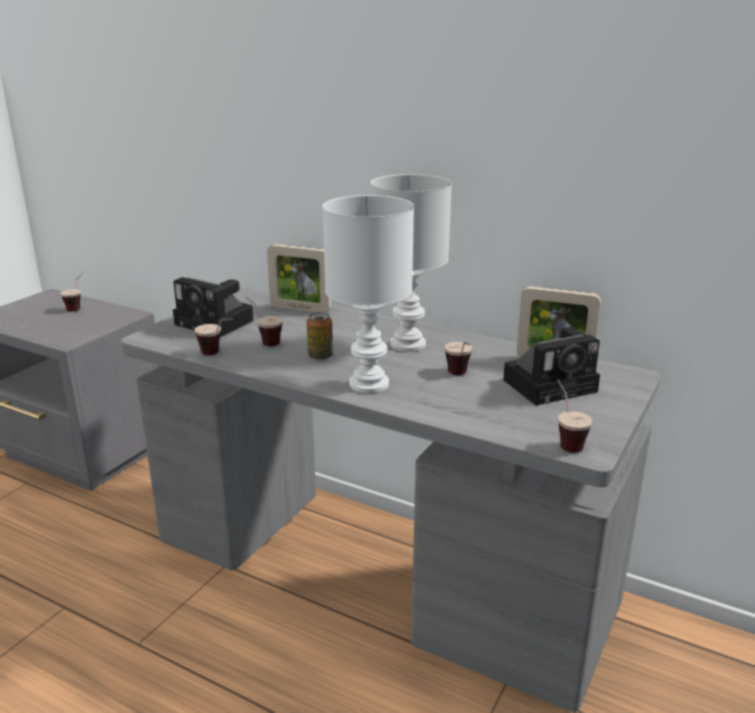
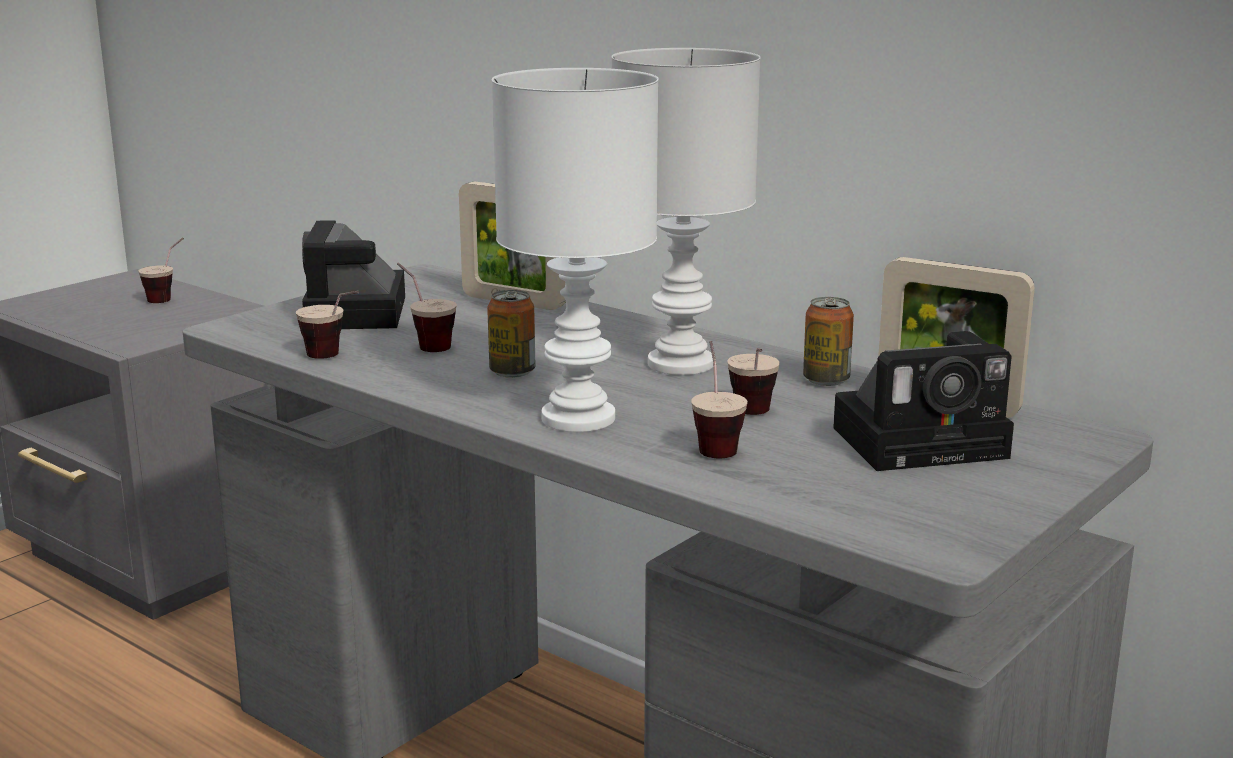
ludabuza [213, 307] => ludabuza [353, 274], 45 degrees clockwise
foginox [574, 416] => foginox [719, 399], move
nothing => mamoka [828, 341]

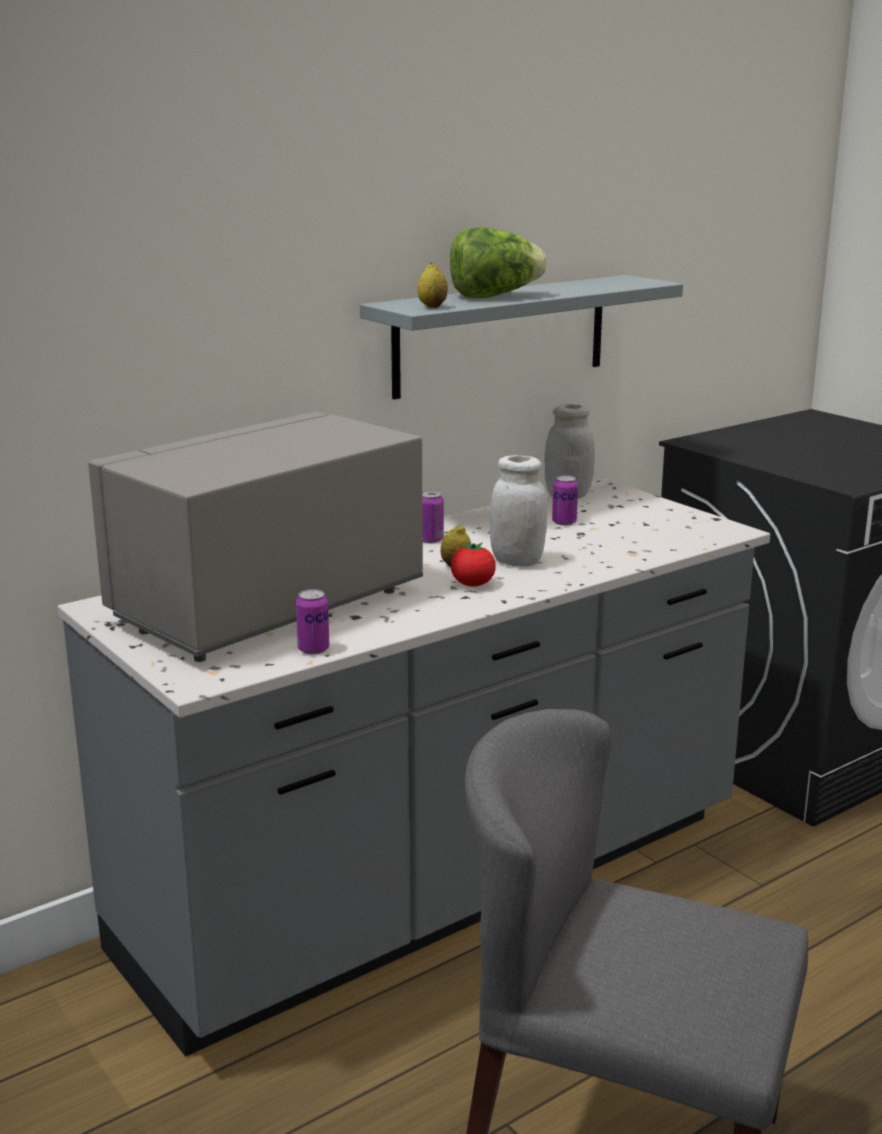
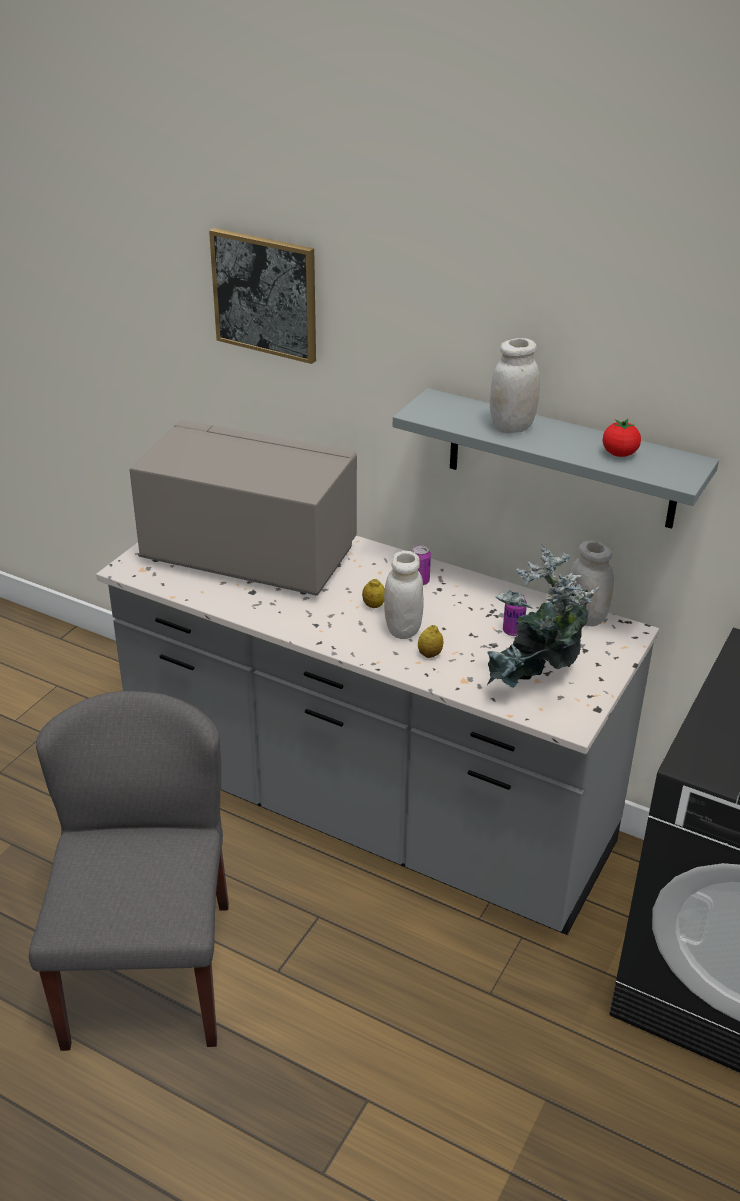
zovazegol [498, 262] => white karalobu [515, 385]
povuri [433, 285] => povuri [431, 641], move
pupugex [473, 564] => pupugex [622, 438], move
mamoka [312, 622] => nothing
nothing => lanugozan [262, 296]
nothing => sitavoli [543, 616]

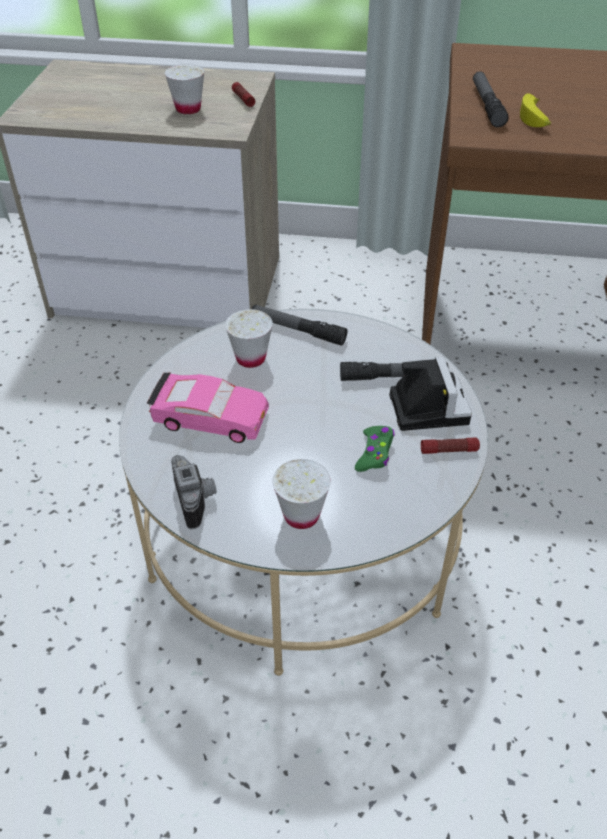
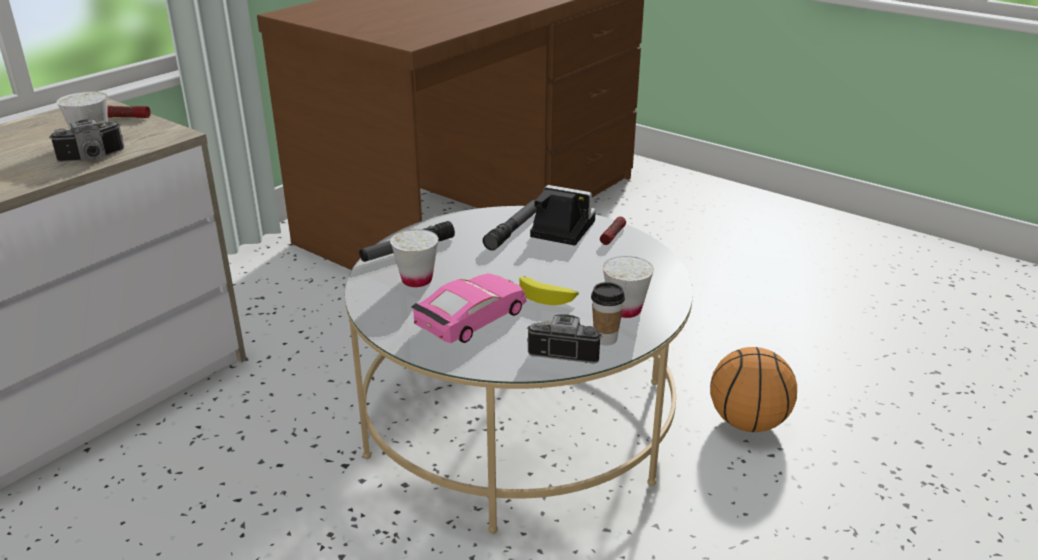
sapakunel [491, 99] => nothing
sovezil [535, 110] => sovezil [549, 290], move
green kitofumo [375, 449] => nothing
nothing => ludabuza [86, 140]
nothing => foginox [608, 313]
nothing => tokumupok [753, 389]

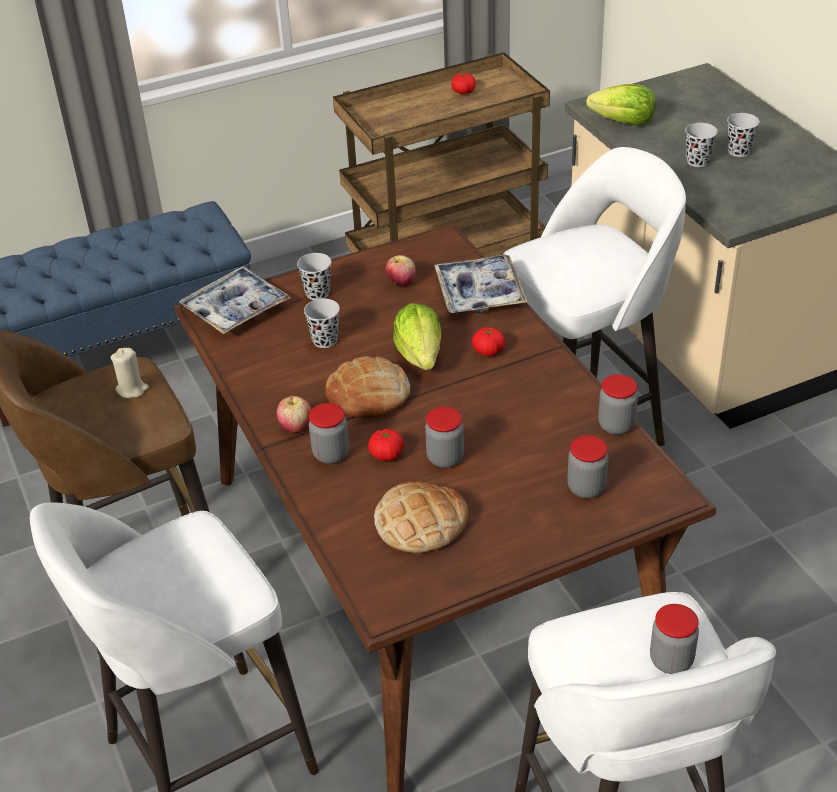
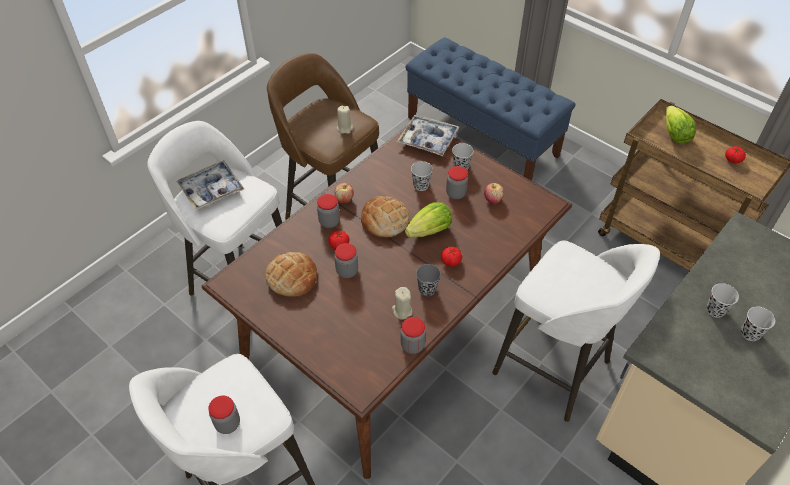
zovazegol [621, 105] => zovazegol [680, 125], move
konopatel [480, 283] => konopatel [210, 185], move
karalobu [588, 466] => karalobu [457, 182], move
nothing => grey foginox [428, 280]
nothing => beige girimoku [402, 303]

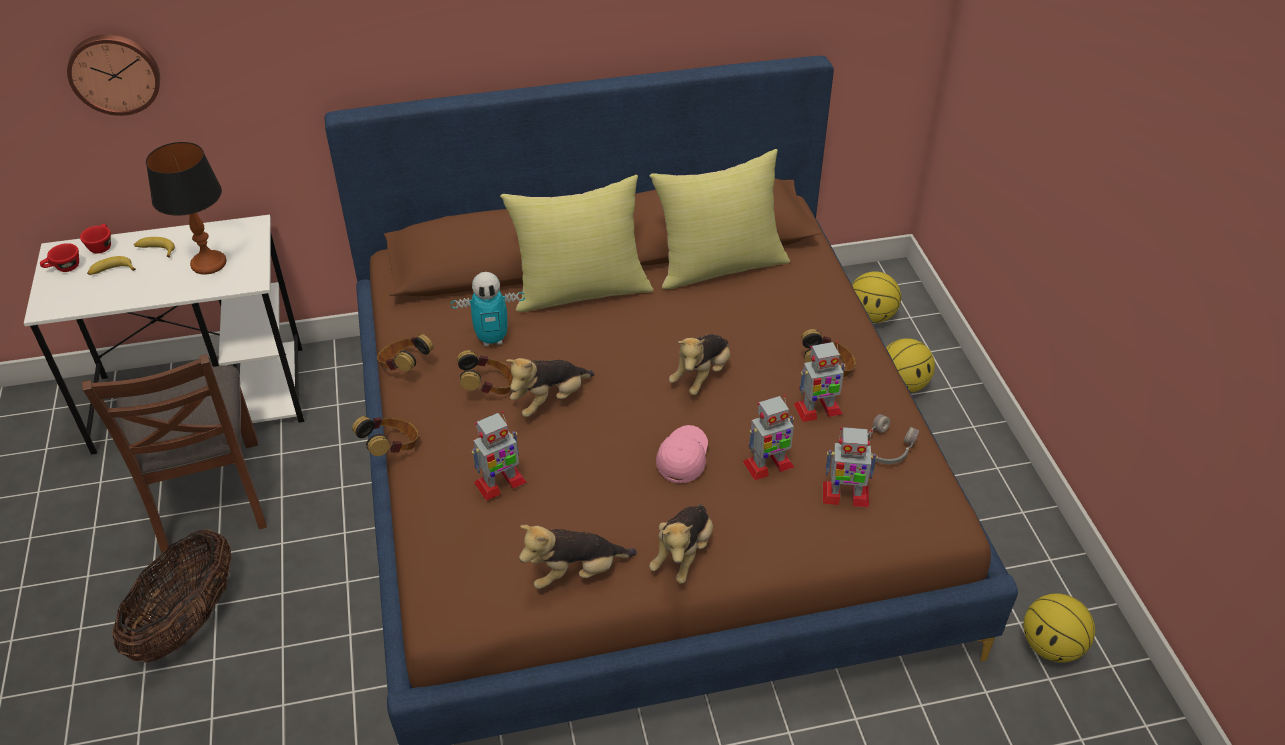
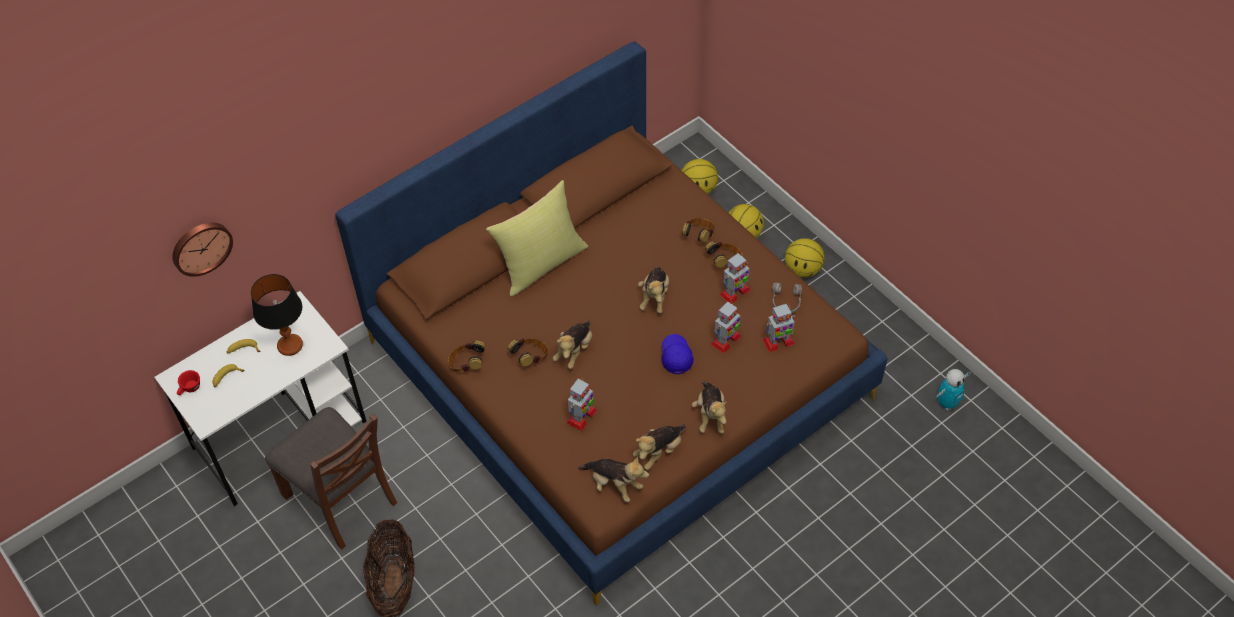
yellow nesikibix [720, 219] => nothing
red foginox [95, 238] => nothing
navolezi [488, 309] => navolezi [953, 390], move
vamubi [385, 436] => vamubi [698, 230], move
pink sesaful [682, 454] => blue sesaful [677, 354]
tokumupok [1059, 628] => tokumupok [805, 257], move
nothing => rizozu [613, 479]

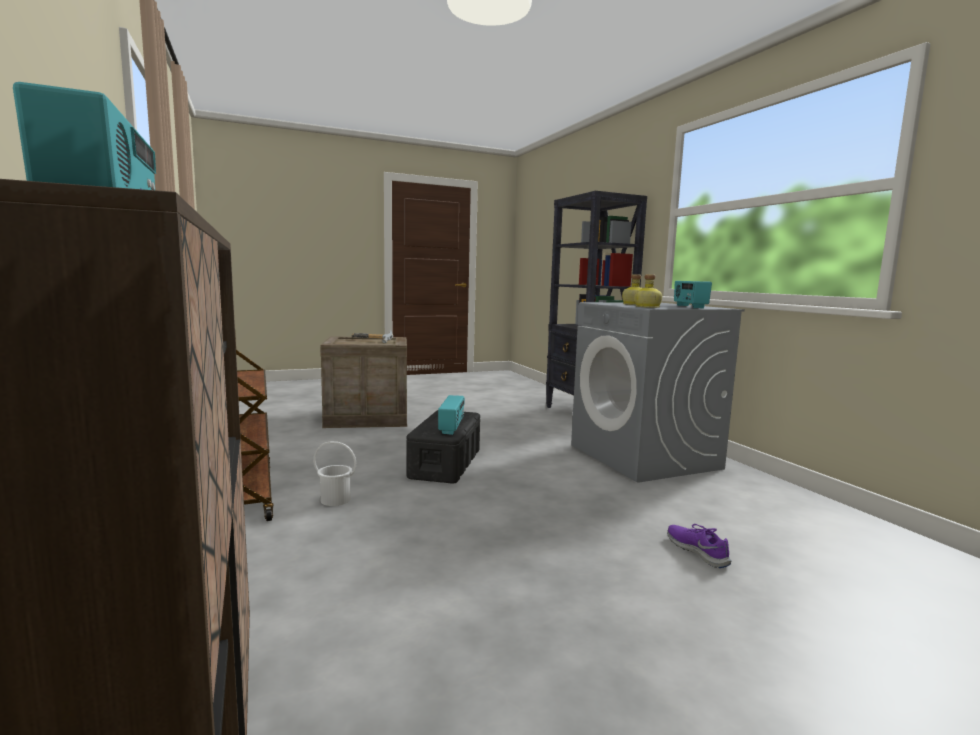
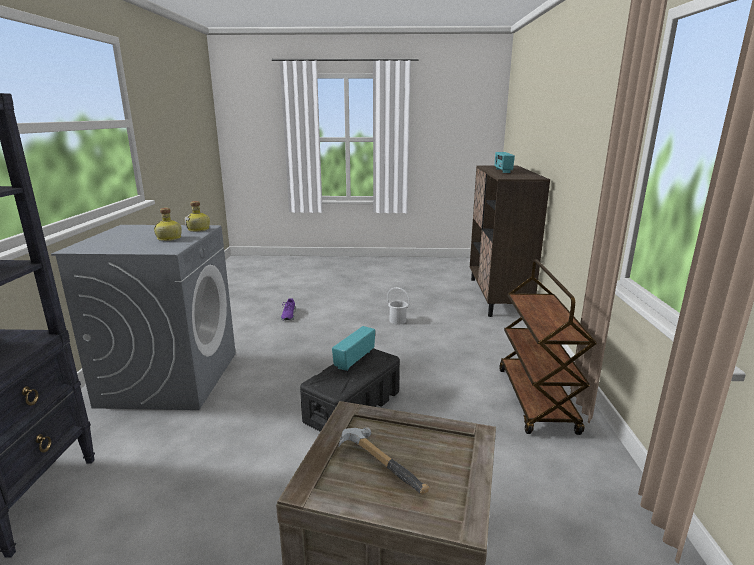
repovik [693, 294] => nothing
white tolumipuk [334, 473] => white tolumipuk [398, 305], move

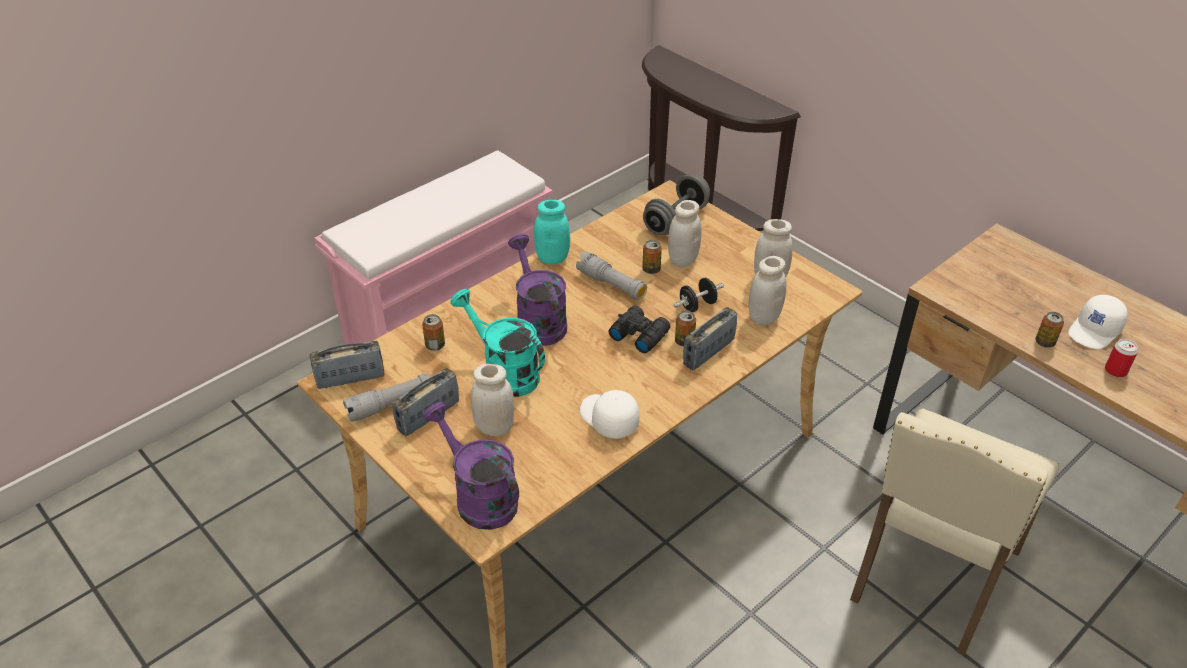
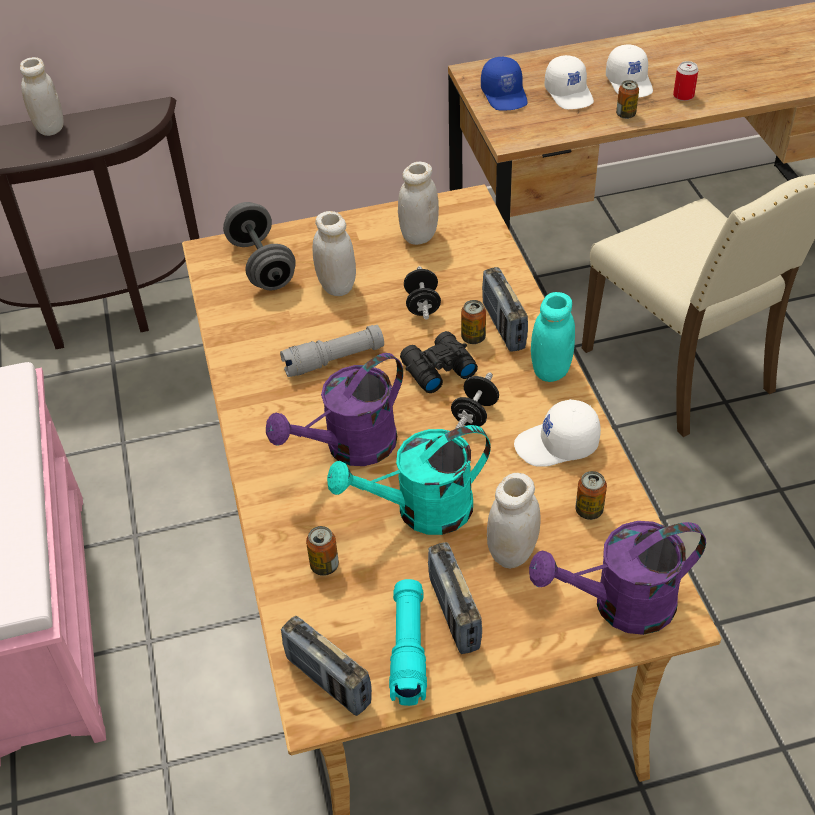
turquoise karalobu [552, 232] => turquoise karalobu [553, 337], move
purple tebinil [537, 290] => purple tebinil [334, 409], 45 degrees counterclockwise
mamoka [652, 257] => mamoka [591, 495], move
white karalobu [767, 290] => white karalobu [42, 96], move
repovik [347, 365] => repovik [326, 666], 60 degrees counterclockwise
grey sapakunel [386, 397] => turquoise sapakunel [408, 642]
nothing => white sesaful [569, 82]
nothing => blue sesaful [504, 84]
nothing => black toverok [475, 400]

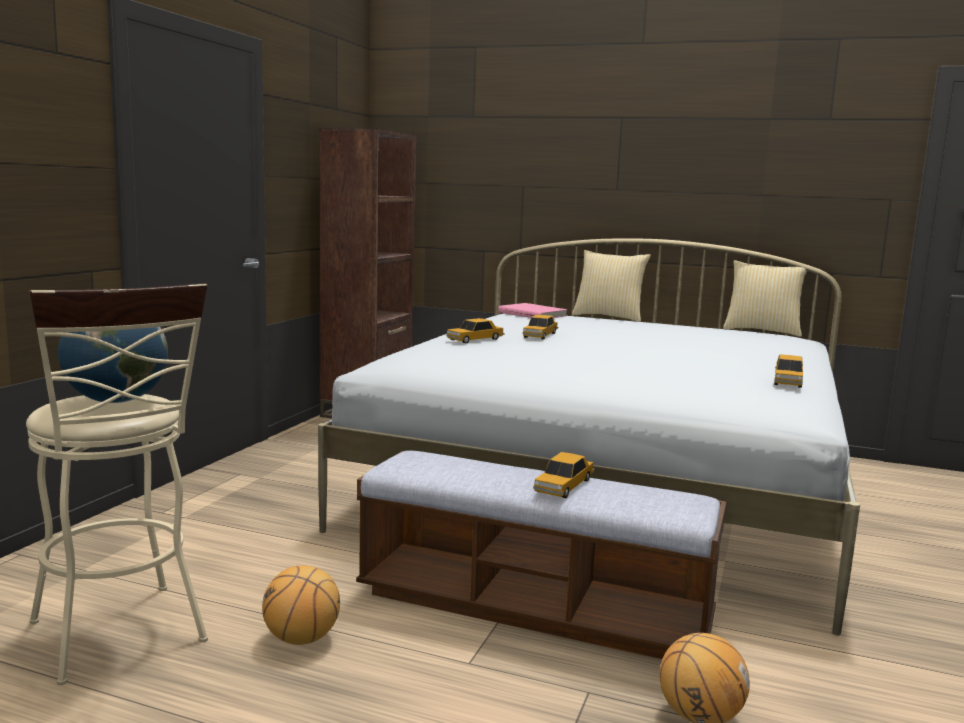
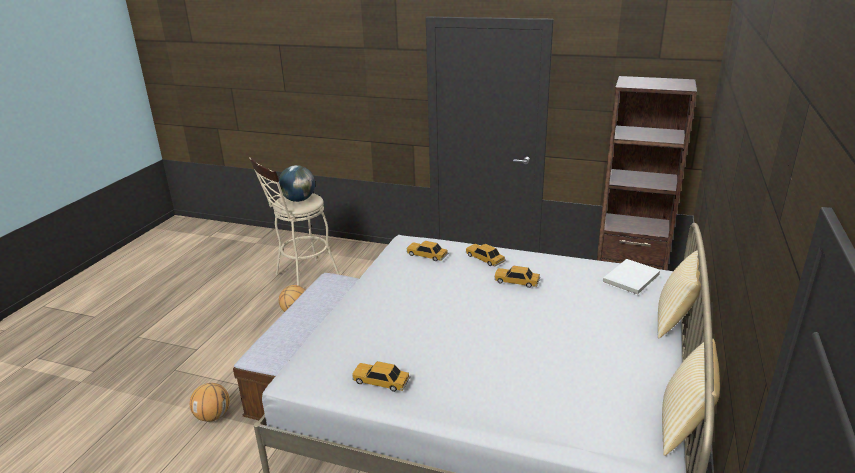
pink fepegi [532, 310] => white fepegi [631, 277]
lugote [564, 475] => lugote [427, 251], move

